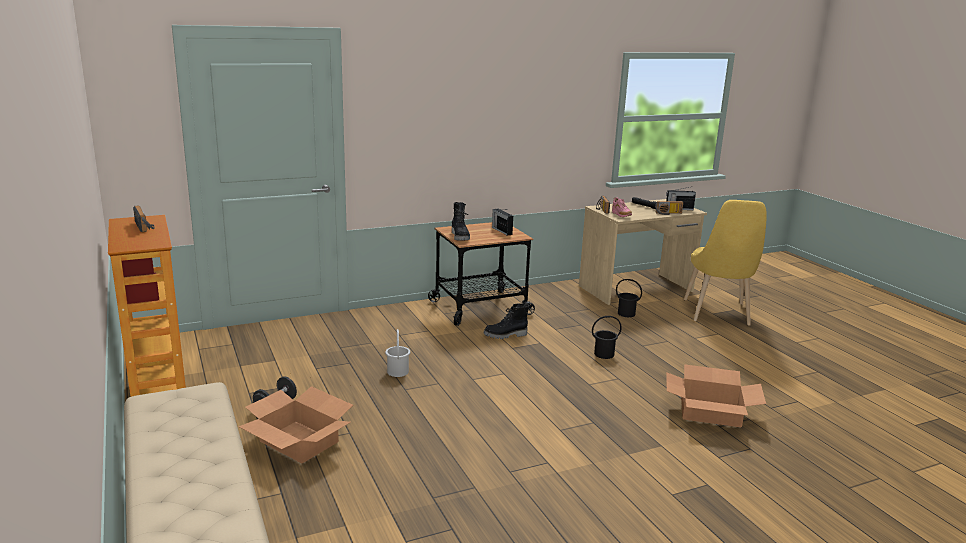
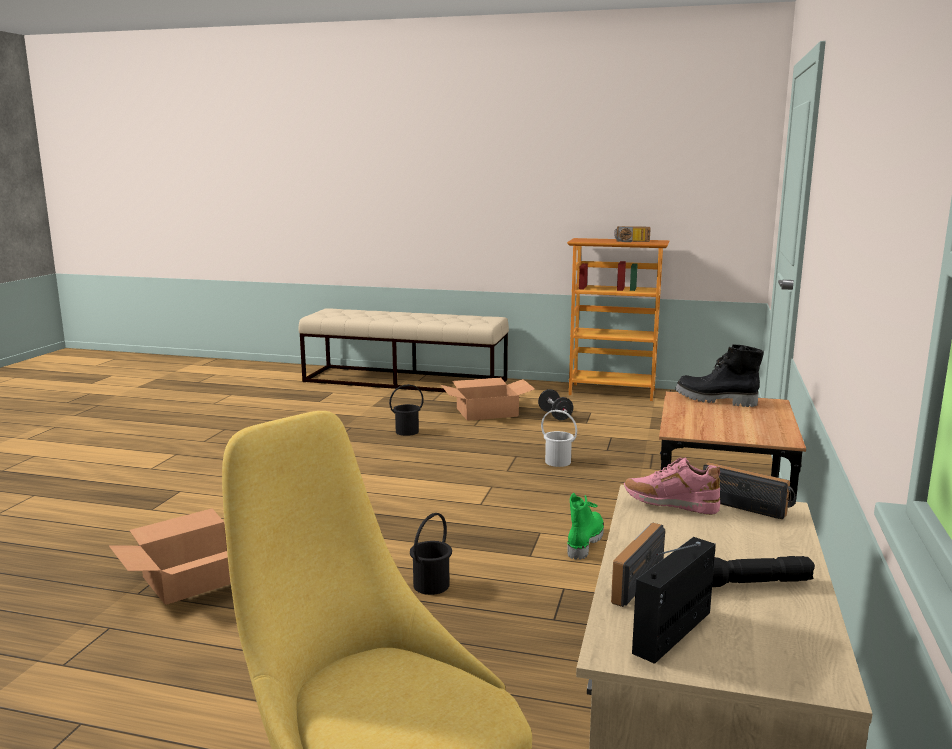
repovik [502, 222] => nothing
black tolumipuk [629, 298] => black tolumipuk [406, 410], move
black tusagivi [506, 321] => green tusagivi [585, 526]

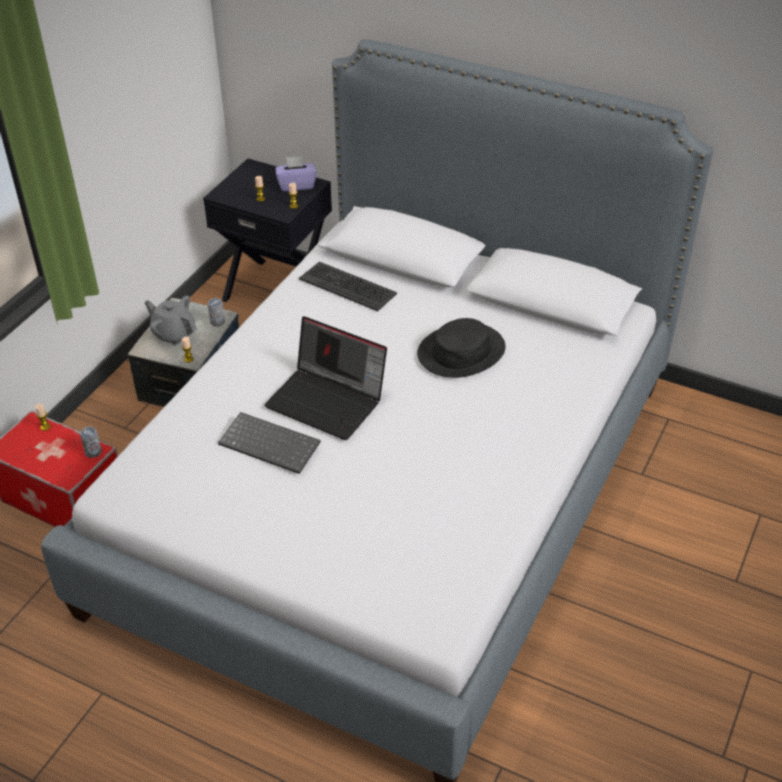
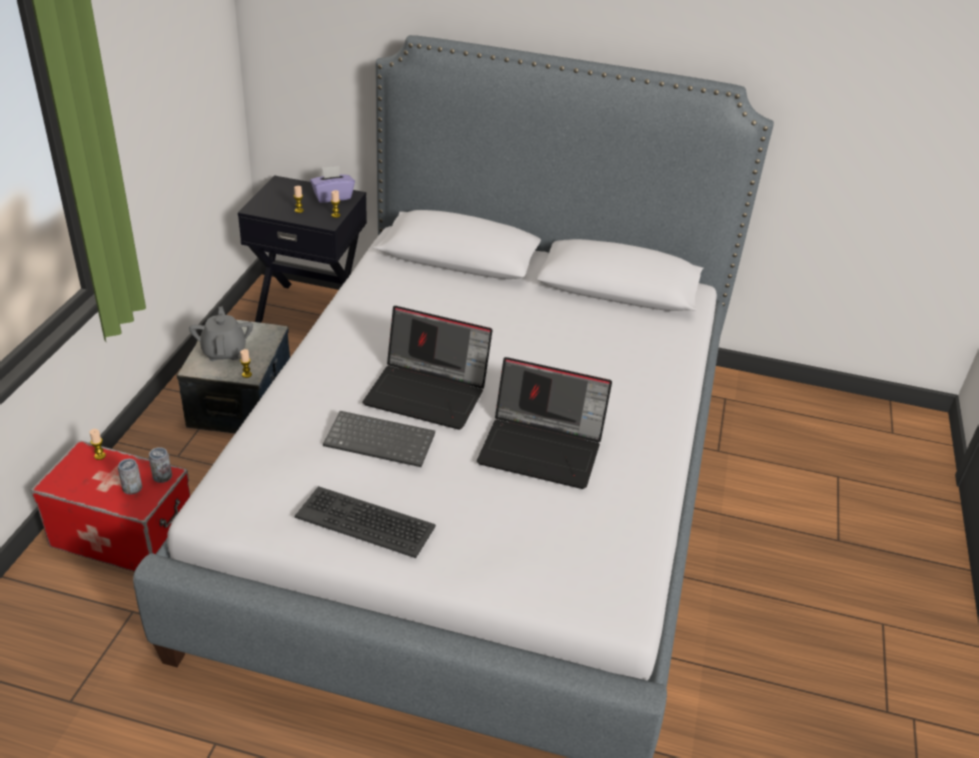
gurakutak [348, 286] => gurakutak [365, 522], move
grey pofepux [170, 320] => grey pofepux [221, 333], 60 degrees clockwise
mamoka [216, 312] => mamoka [130, 476], move
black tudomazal [461, 348] => nothing
nothing => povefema [544, 423]

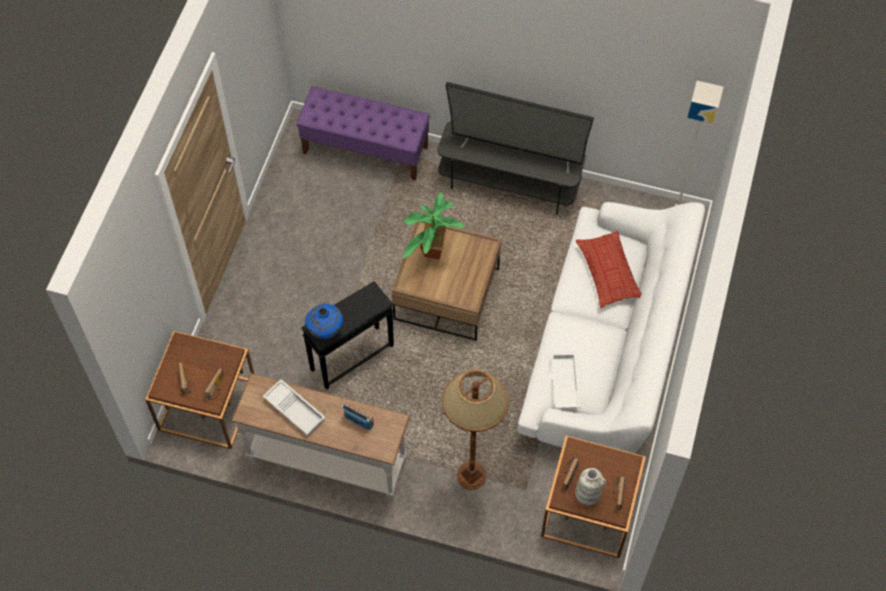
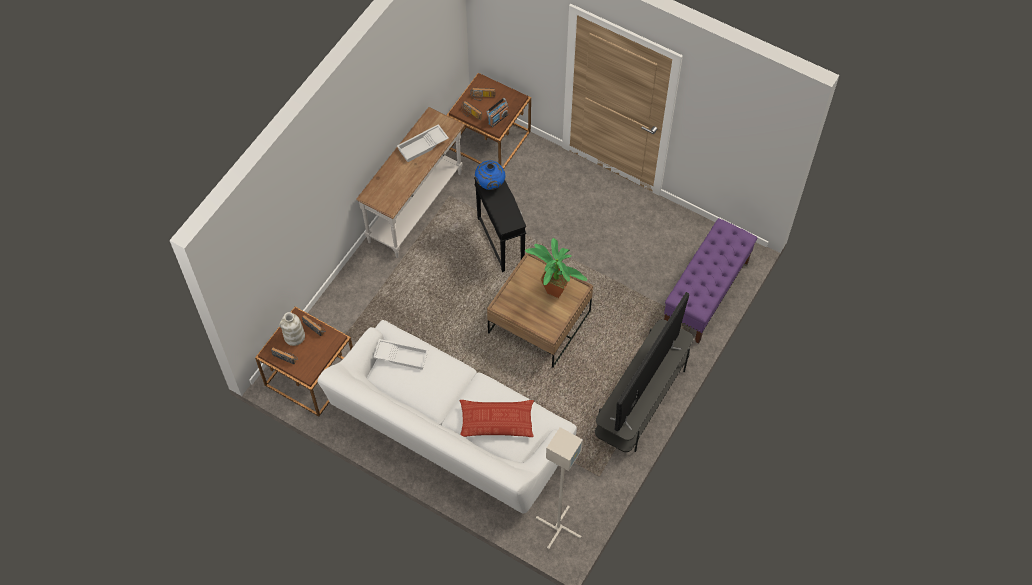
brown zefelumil [475, 429] => nothing
repovik [357, 416] => repovik [497, 112], move

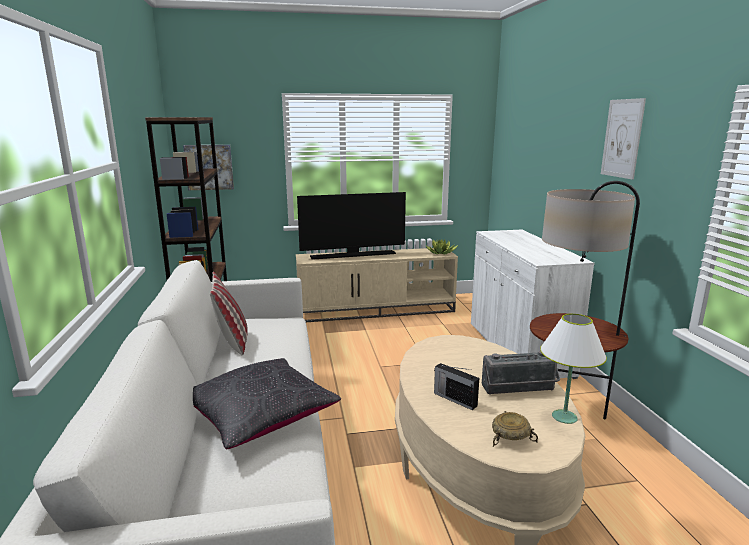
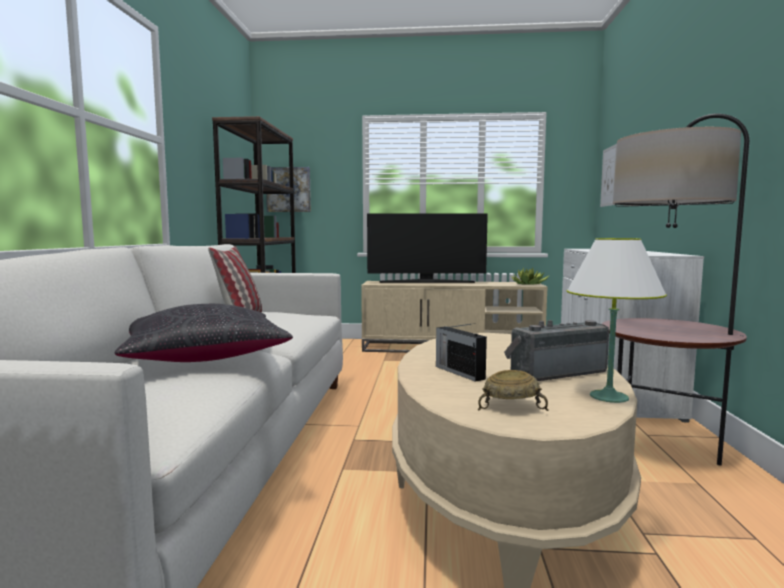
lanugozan [623, 139] => lanugozan [608, 175], move
repovik [521, 373] => repovik [556, 350], 150 degrees clockwise

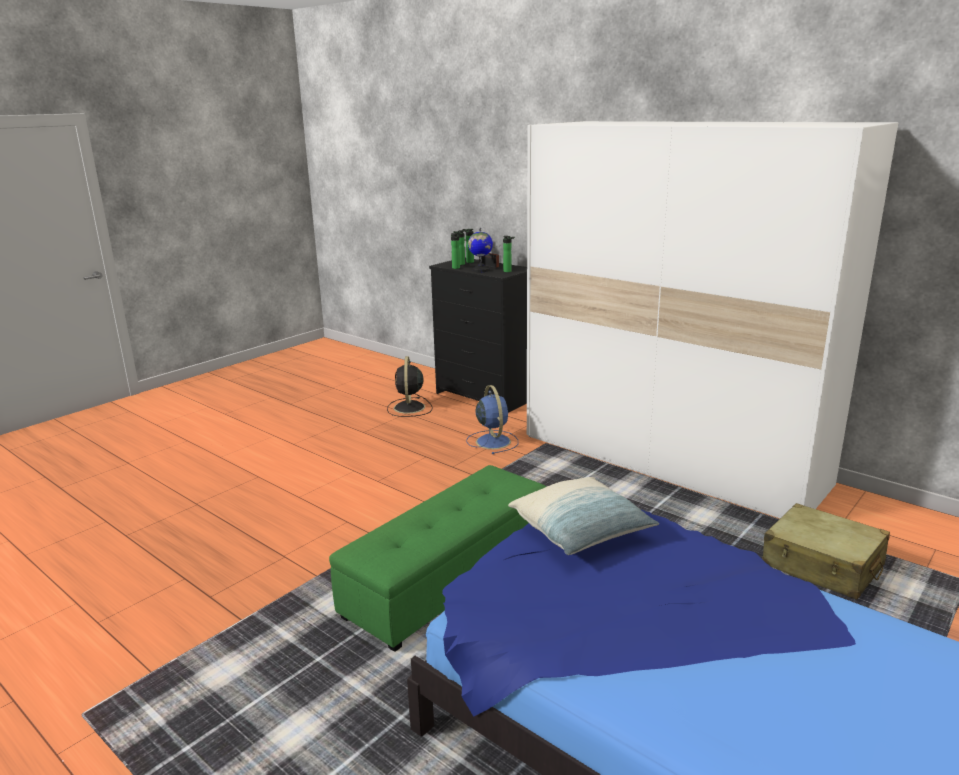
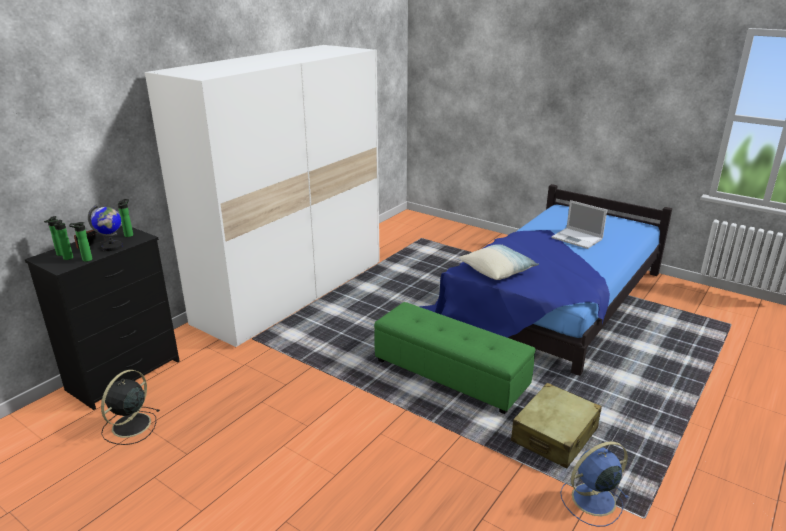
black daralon [409, 386] => black daralon [130, 407], 120 degrees clockwise
blue daralon [492, 419] => blue daralon [594, 484], move
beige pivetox [826, 551] => beige pivetox [556, 425], move
nothing => povefema [579, 224]

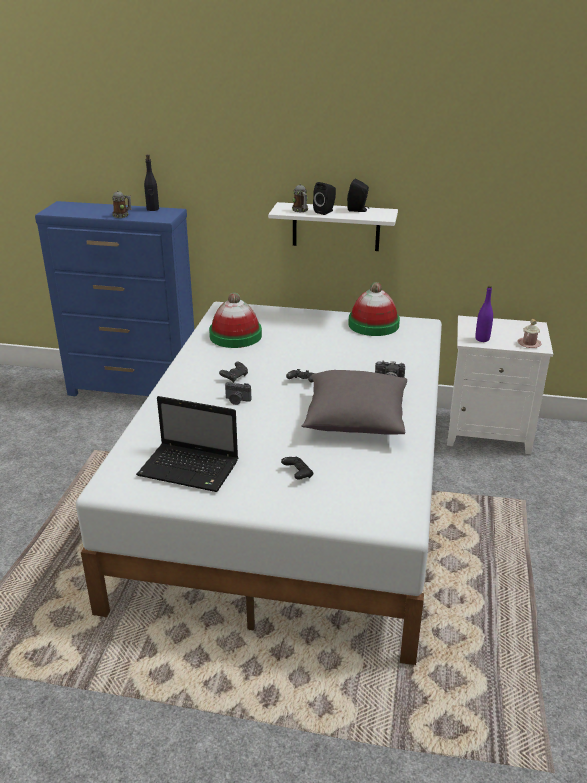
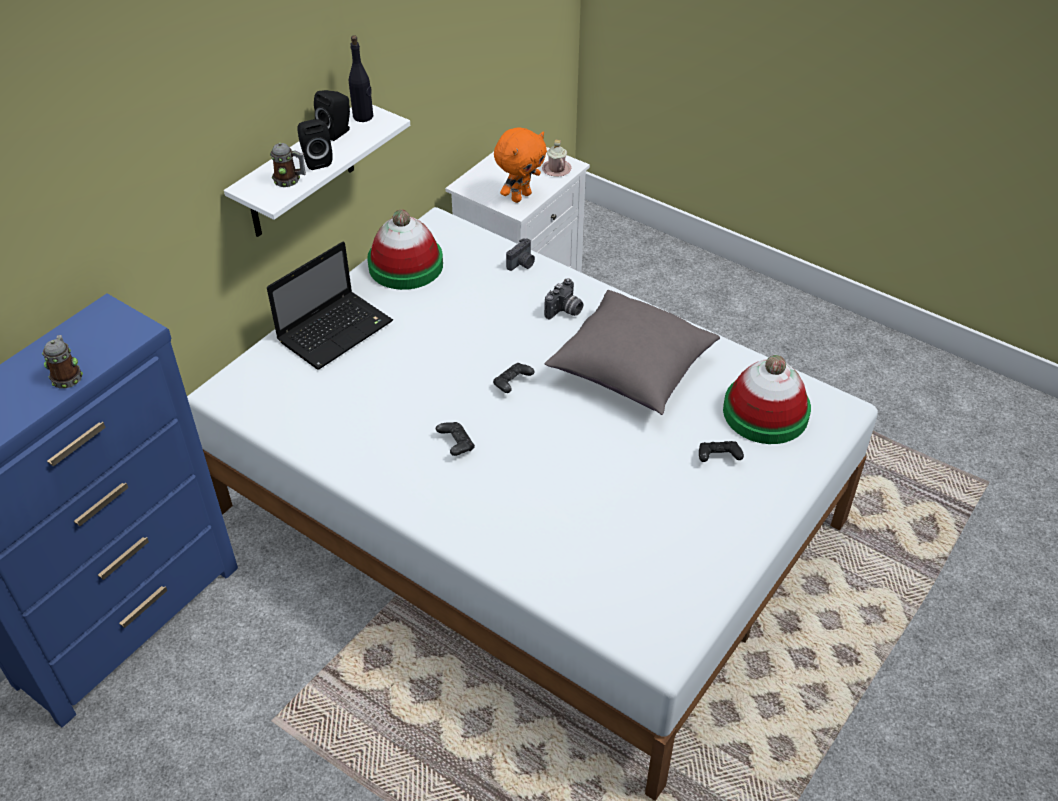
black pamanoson [151, 182] => black pamanoson [361, 78], move
purple pamanoson [484, 314] => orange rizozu [520, 165]
tudomazal [235, 320] => tudomazal [767, 399], move
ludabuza [238, 393] => ludabuza [520, 254], move
povefema [187, 444] => povefema [330, 306], move

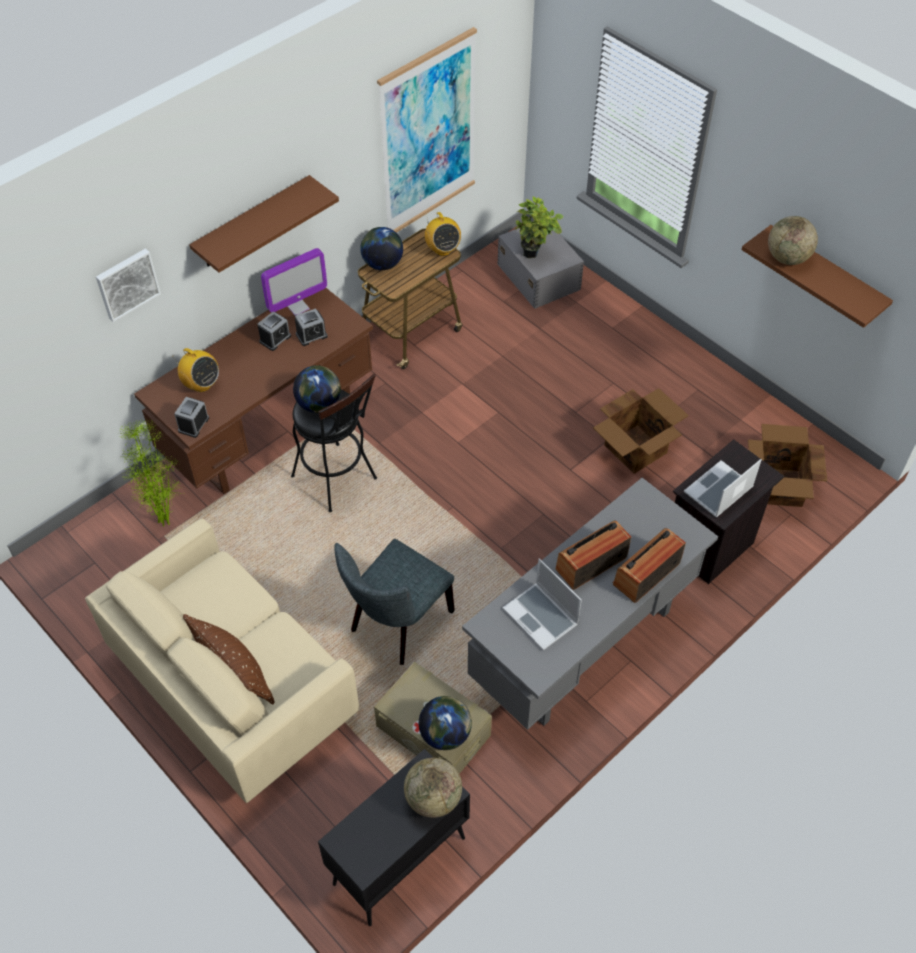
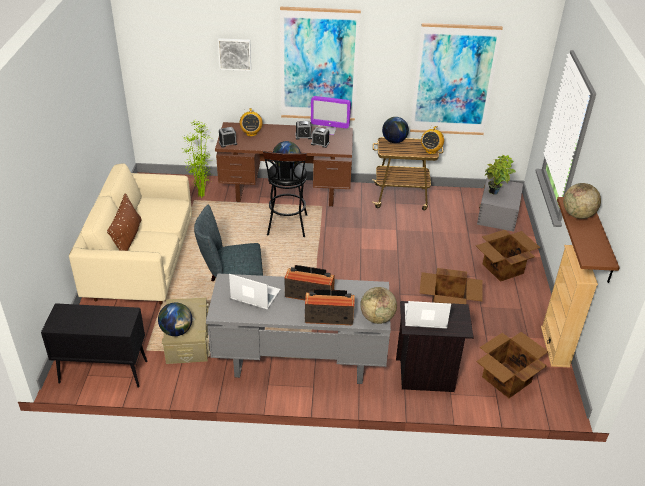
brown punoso [264, 224] => lanugozan [320, 64]
povefema [542, 604] => povefema [255, 292], 105 degrees clockwise
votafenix [433, 788] => votafenix [378, 305], move
nothing => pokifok [508, 256]
nothing => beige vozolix [569, 306]

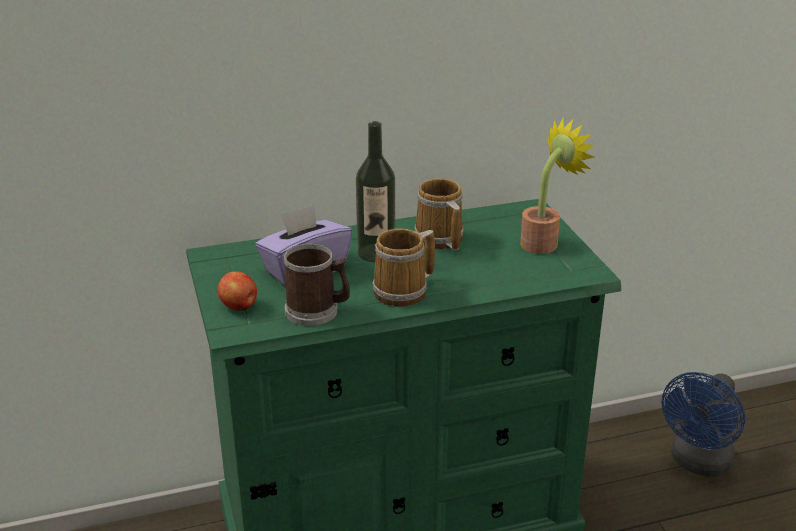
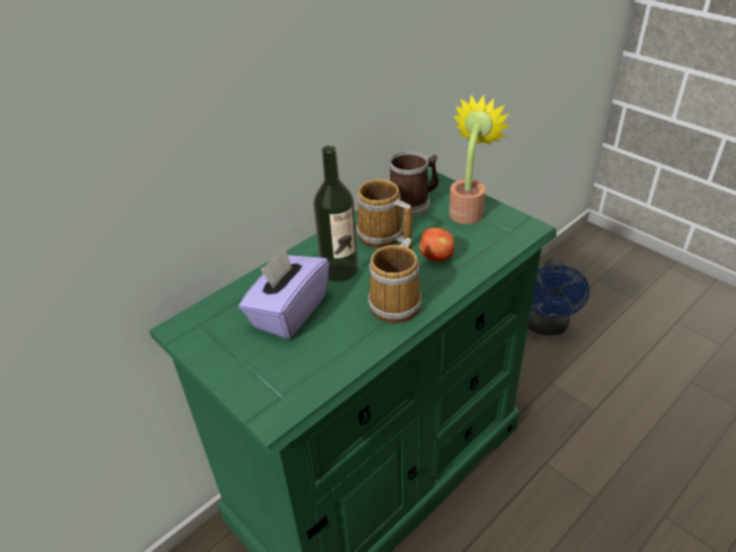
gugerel [317, 285] => gugerel [413, 184], move
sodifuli [237, 291] => sodifuli [437, 244], move

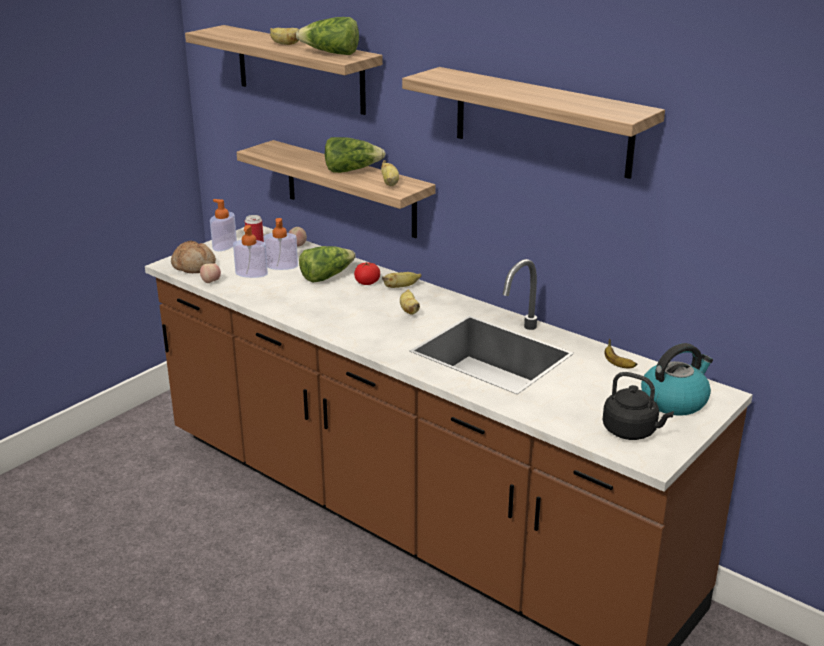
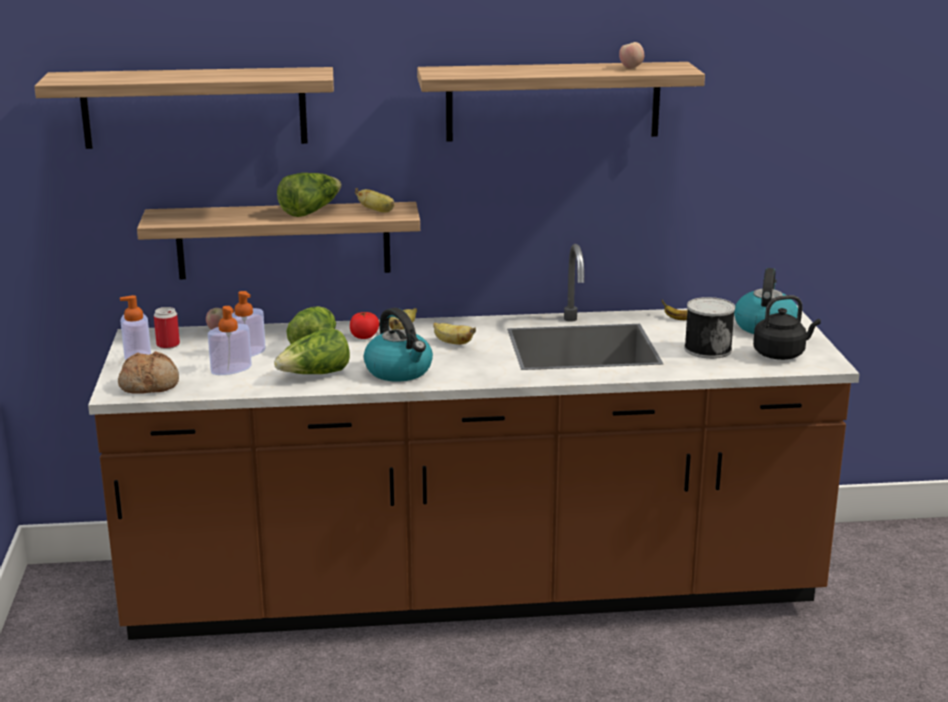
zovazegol [327, 36] => zovazegol [312, 351], move
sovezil [284, 36] => nothing
sodifuli [210, 273] => sodifuli [631, 55], move
nothing => mamoka [709, 328]
nothing => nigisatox [398, 345]

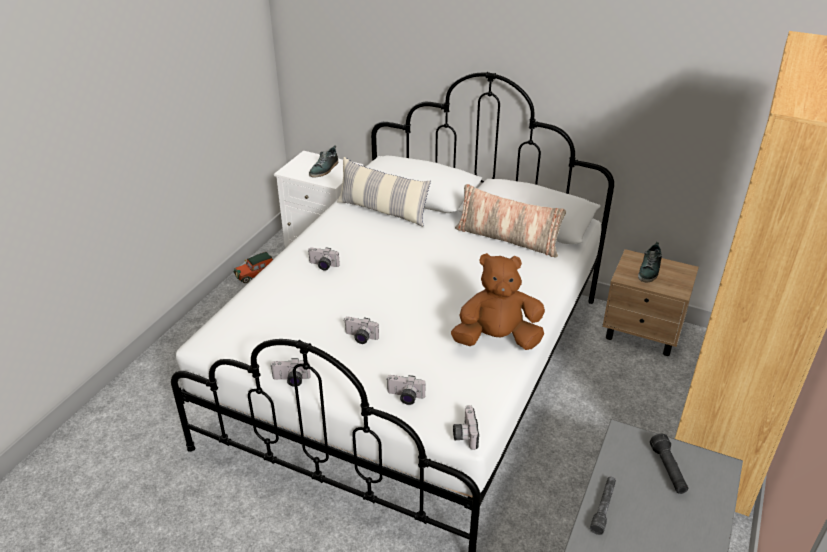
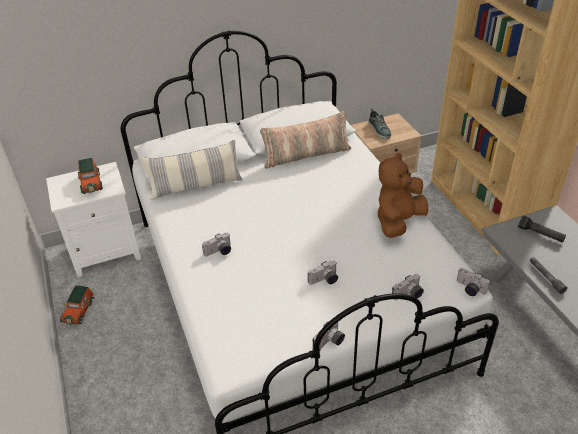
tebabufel [323, 161] => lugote [90, 176]

